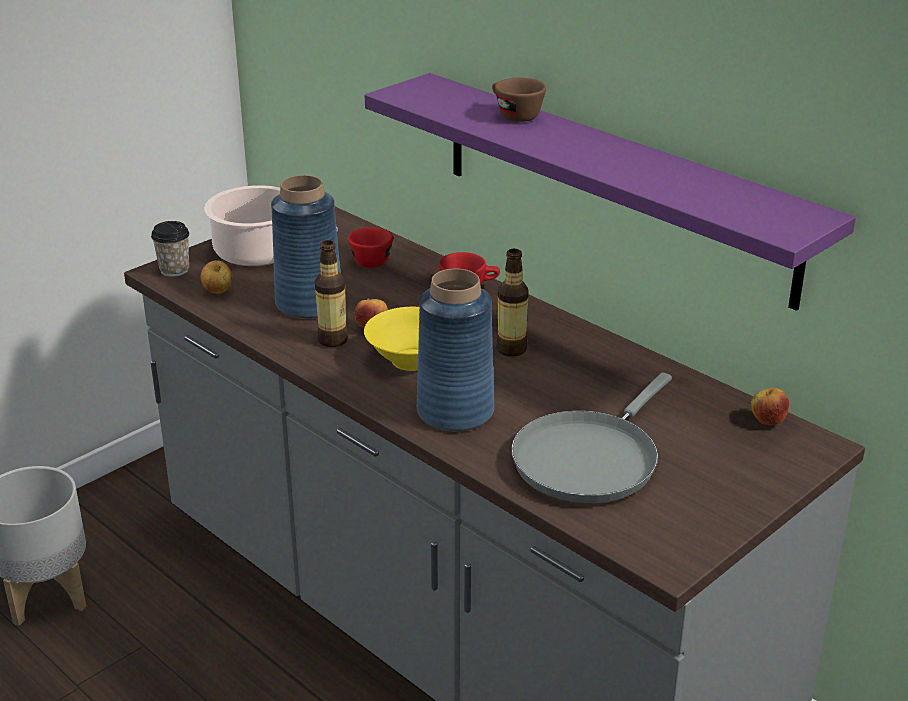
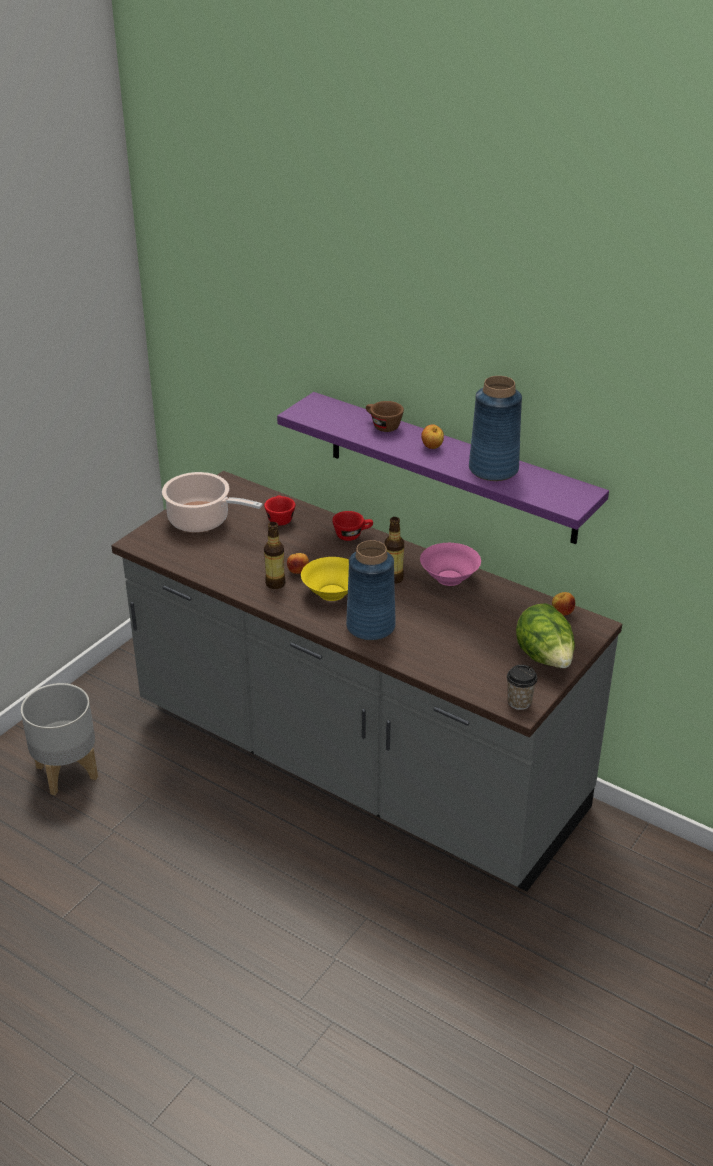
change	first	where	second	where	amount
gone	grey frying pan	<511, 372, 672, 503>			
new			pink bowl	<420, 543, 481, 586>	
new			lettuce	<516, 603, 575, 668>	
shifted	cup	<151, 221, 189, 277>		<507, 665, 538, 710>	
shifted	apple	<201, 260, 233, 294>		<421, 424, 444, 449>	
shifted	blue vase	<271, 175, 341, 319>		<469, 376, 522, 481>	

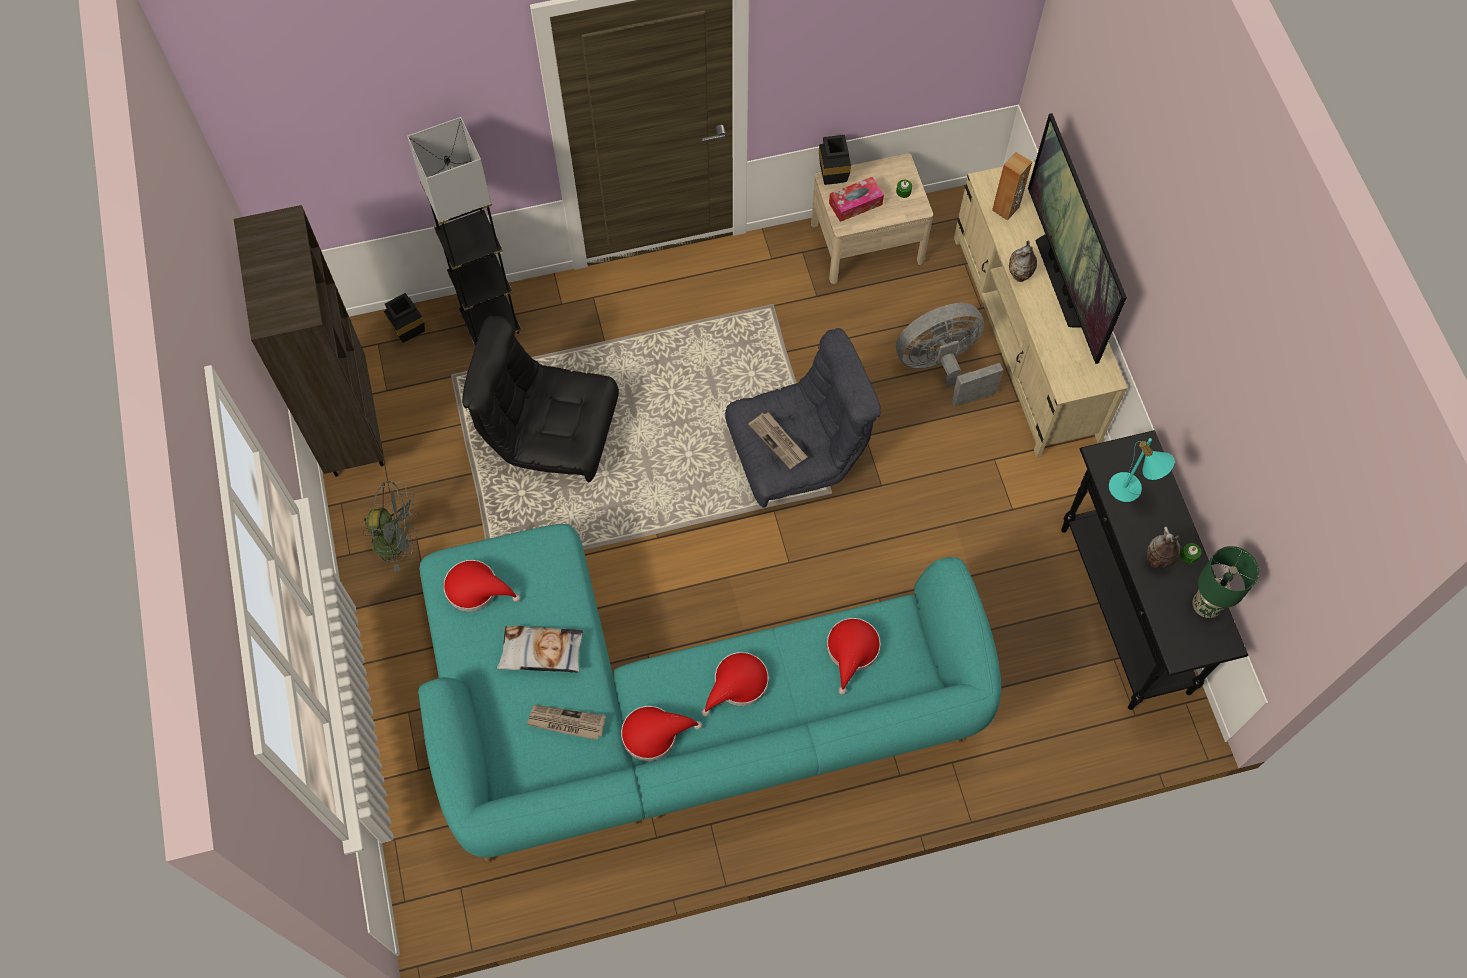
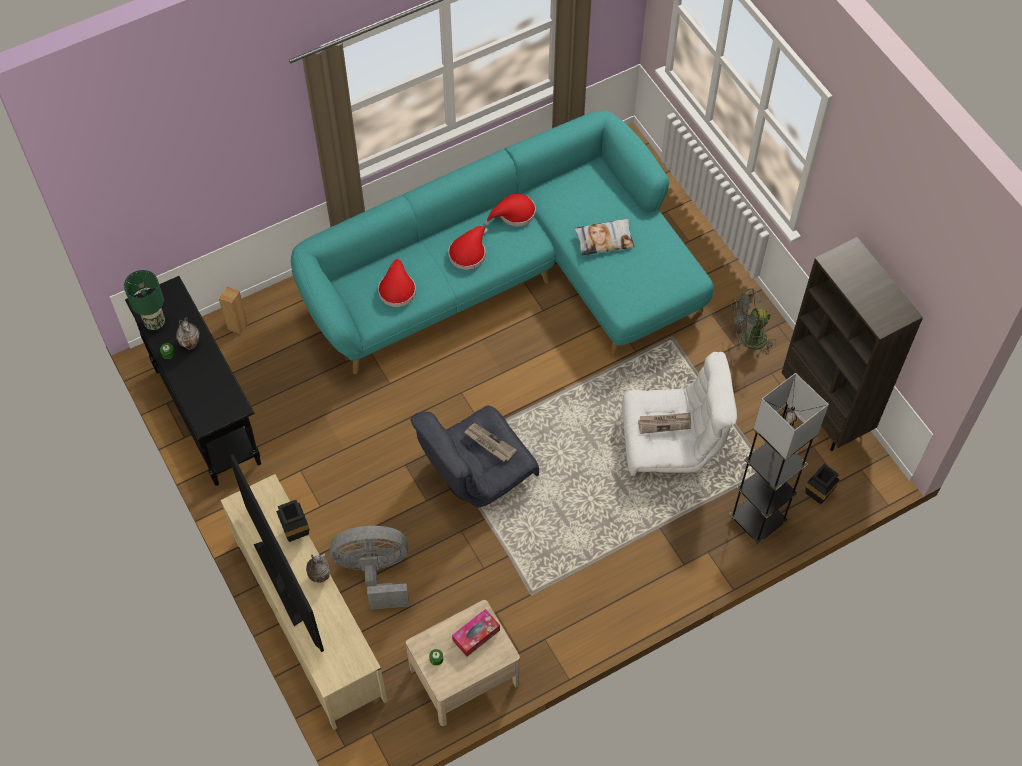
change	first	where	second	where	amount
gone	red hat	<443, 560, 521, 612>			
gone	turquoise table lamp	<1109, 438, 1175, 502>			
shifted	newspaper	<527, 705, 606, 740>		<638, 412, 691, 434>	
shifted	black vase	<819, 135, 851, 185>		<276, 500, 309, 542>	
shifted	brown speaker	<992, 152, 1032, 221>		<219, 287, 248, 334>	
repainted	black armchair	<462, 316, 619, 482>	white armchair	<622, 352, 737, 476>	
rotated	grey fan	<896, 303, 1003, 407>		<330, 526, 409, 610>	150 degrees counterclockwise

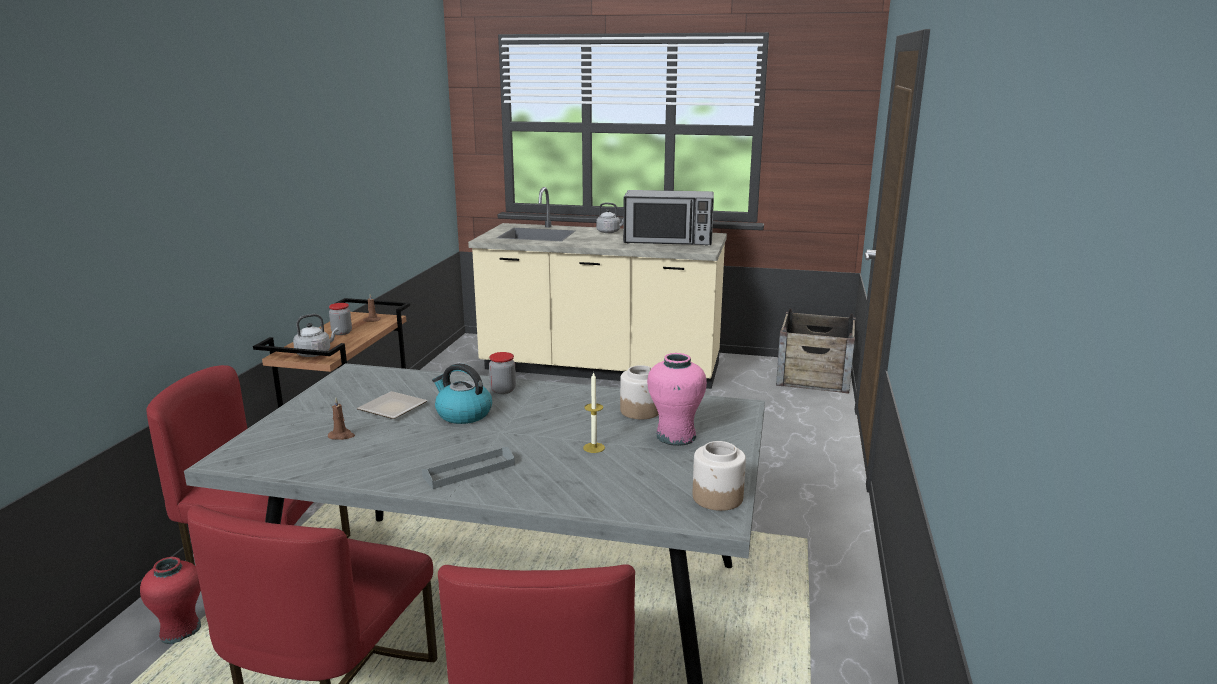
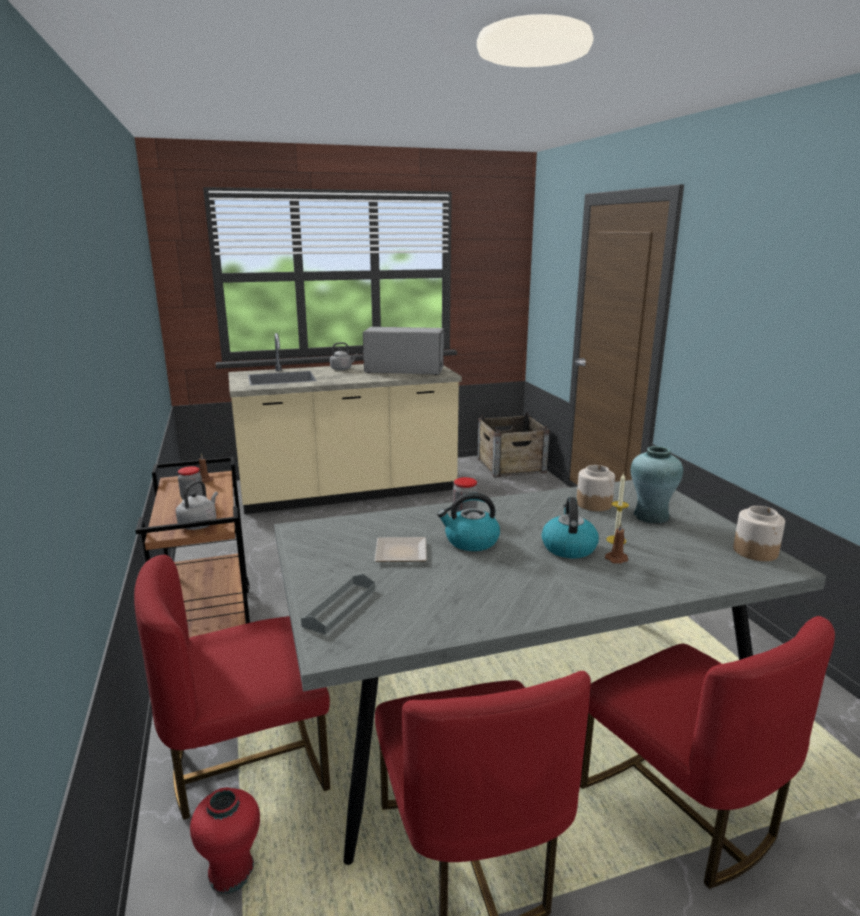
change	first	where	second	where	amount
new			kettle	<542, 497, 599, 558>	
shifted	brown candle	<328, 398, 355, 440>		<605, 523, 628, 564>	
shifted	grey tray	<422, 447, 515, 489>		<301, 574, 375, 635>	
repainted	pink vase	<647, 353, 707, 446>	turquoise vase	<631, 446, 683, 524>	
rotated	microwave	<623, 190, 714, 245>		<363, 327, 444, 375>	150 degrees counterclockwise

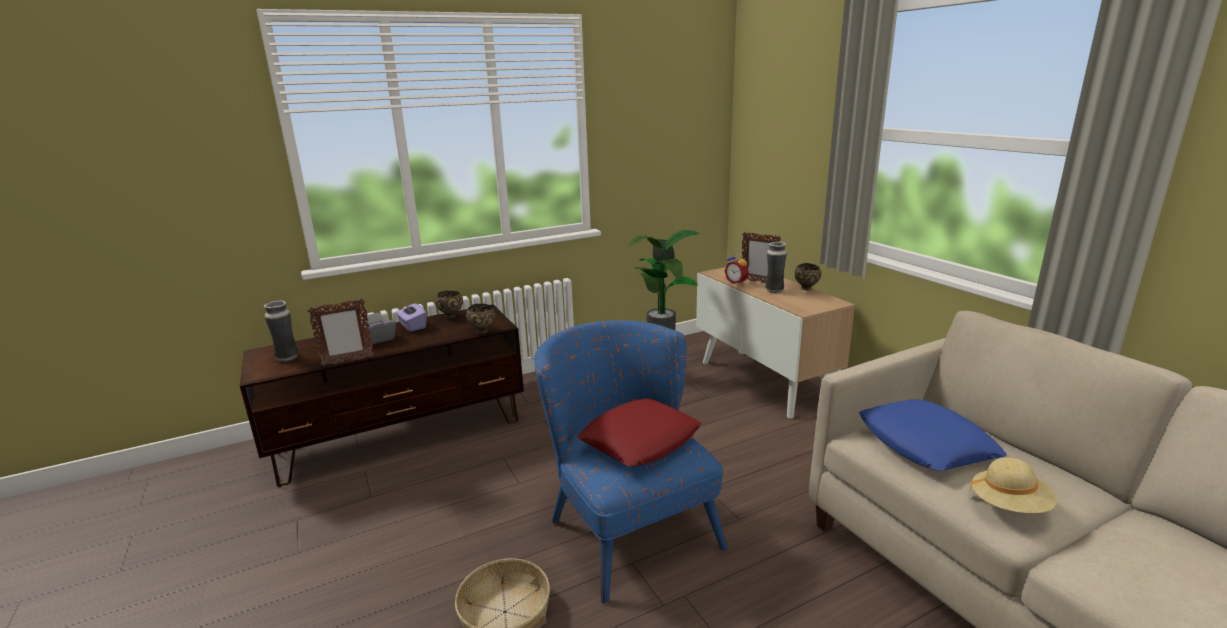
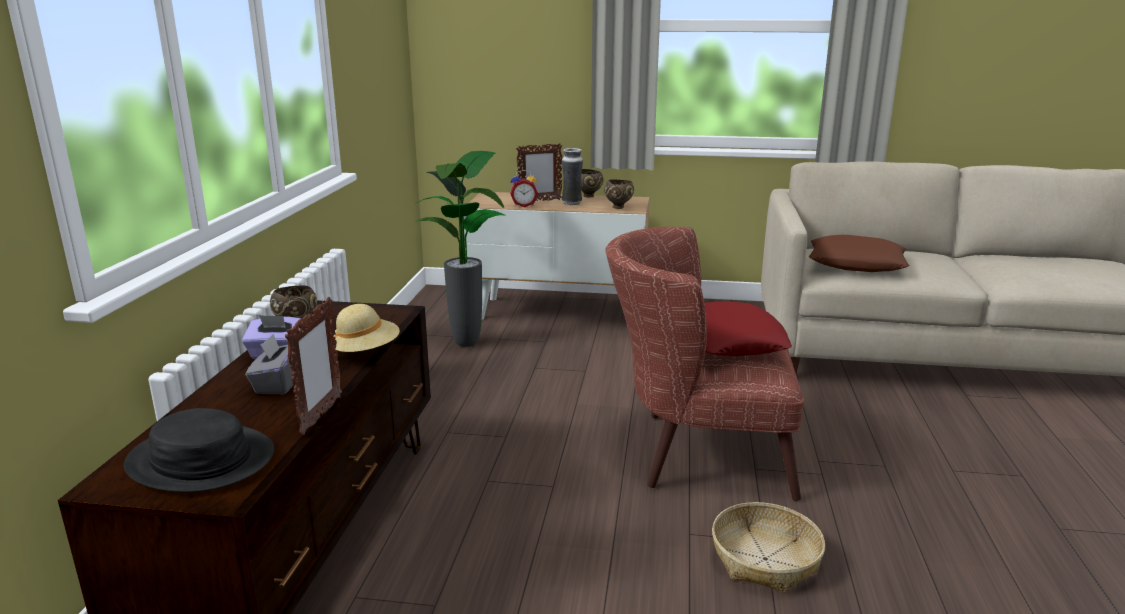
change	first	where	second	where	amount
shifted	brown bowl	<466, 304, 495, 334>		<604, 179, 634, 209>	
shifted	beige hat	<968, 458, 1057, 513>		<334, 304, 400, 352>	
swapped	vase	<264, 301, 299, 362>	black hat	<124, 408, 274, 493>	
repainted	blue armchair	<534, 320, 728, 603>	brown armchair	<605, 227, 804, 501>	
repainted	blue pillow	<859, 400, 1007, 471>	brown pillow	<809, 235, 910, 272>	

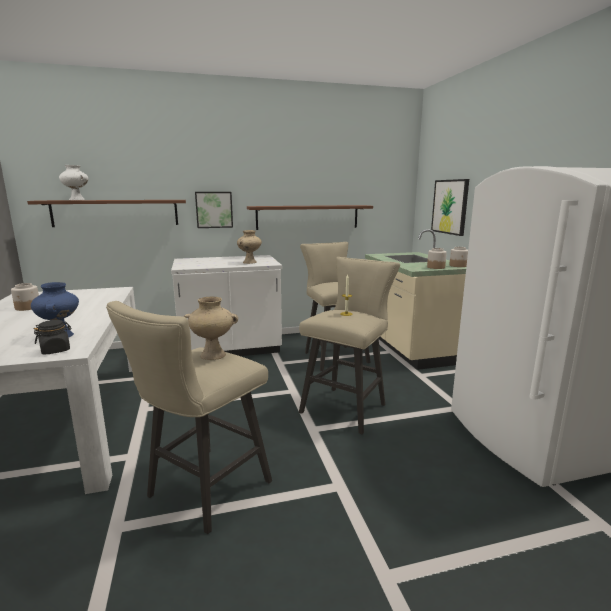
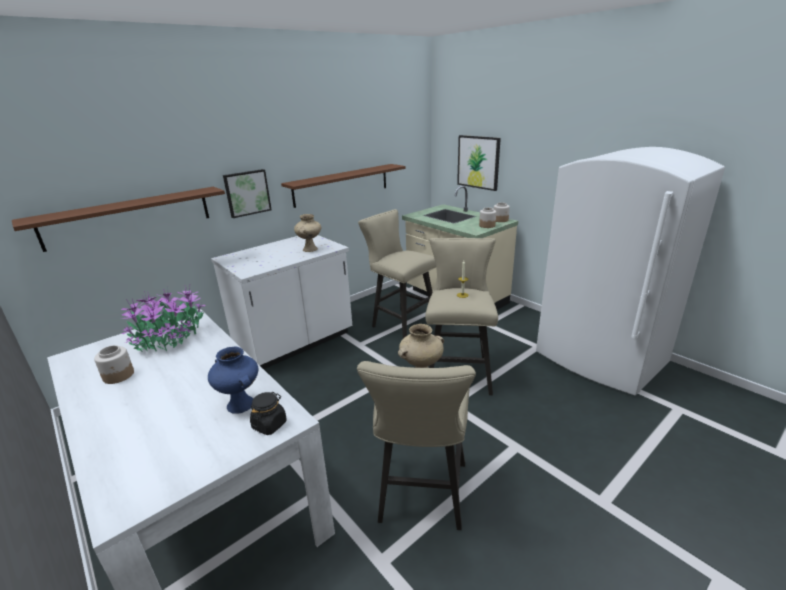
change	first	where	second	where	amount
gone	white vase	<59, 165, 89, 200>			
new			potted plant	<121, 286, 206, 352>	

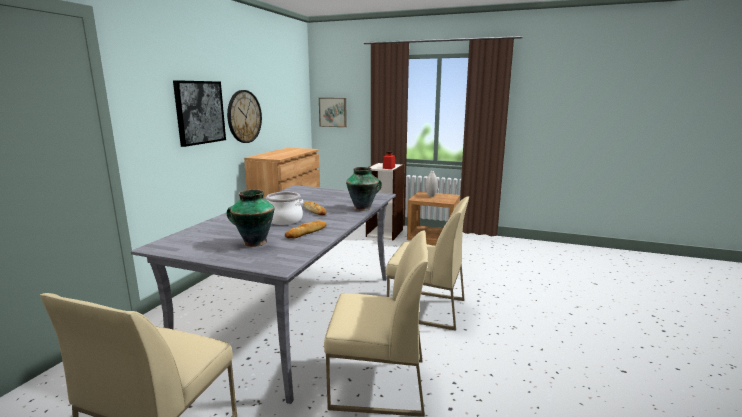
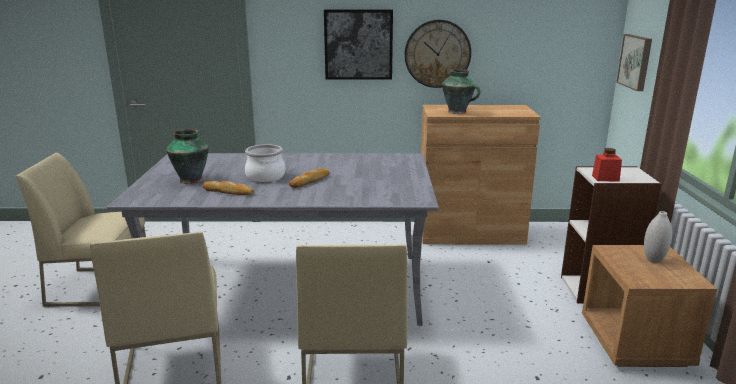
change	first	where	second	where	amount
shifted	vase	<346, 167, 382, 211>		<442, 69, 481, 114>	

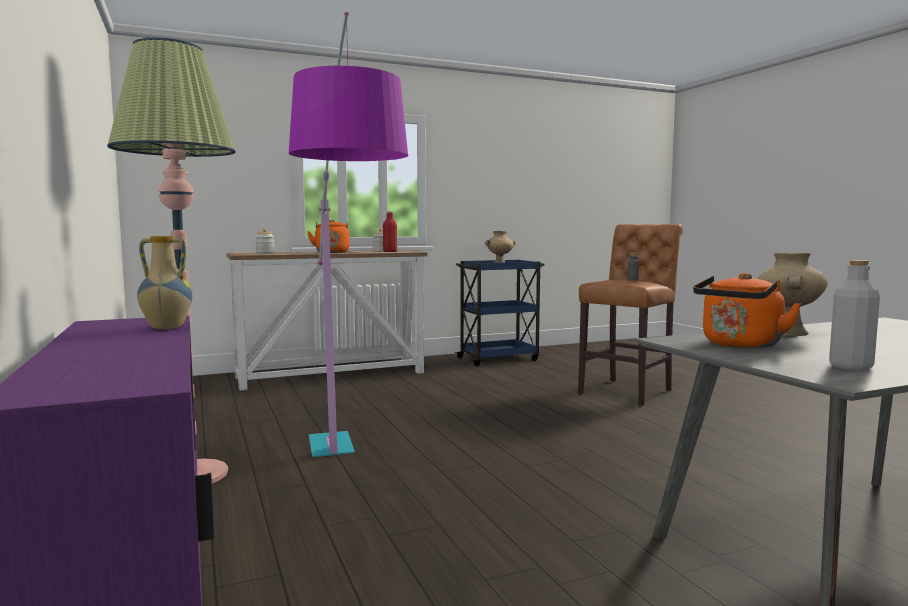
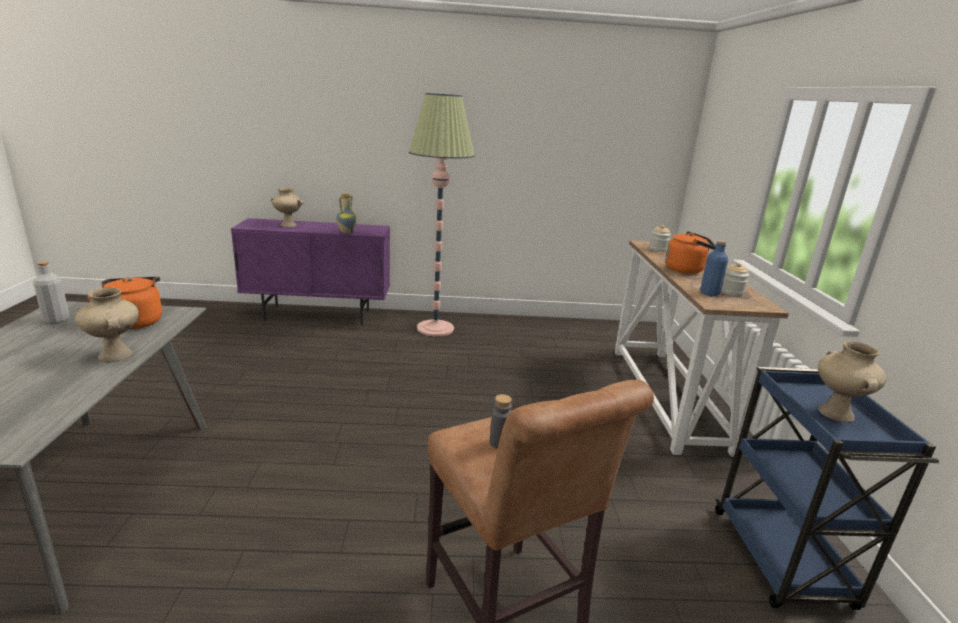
change	first	where	second	where	amount
gone	floor lamp	<289, 12, 408, 457>			
new			beige vase	<271, 188, 304, 227>	
repainted	red bottle	<383, 212, 397, 252>	blue bottle	<700, 240, 728, 296>	

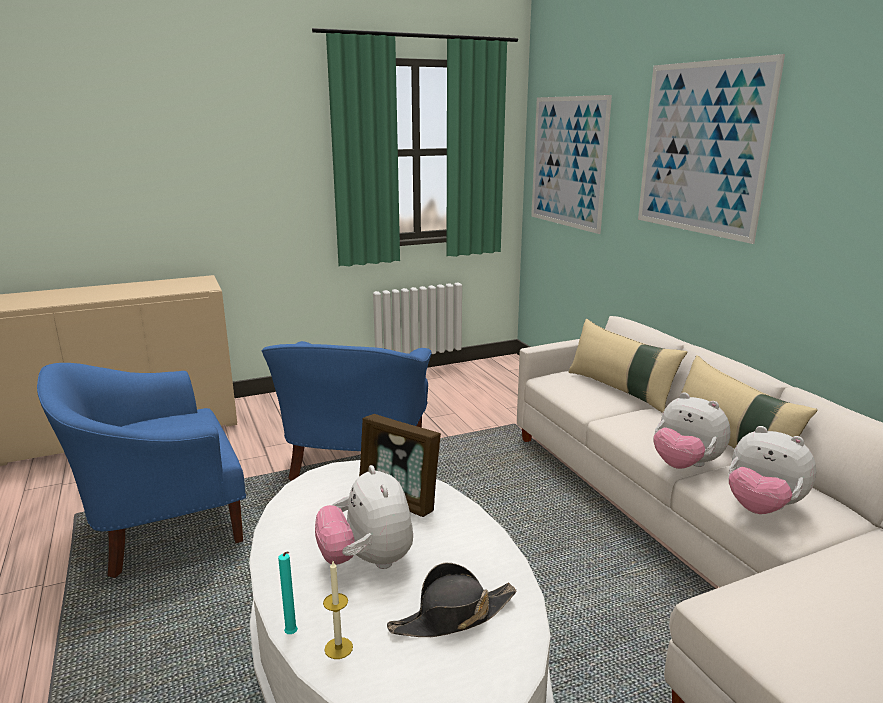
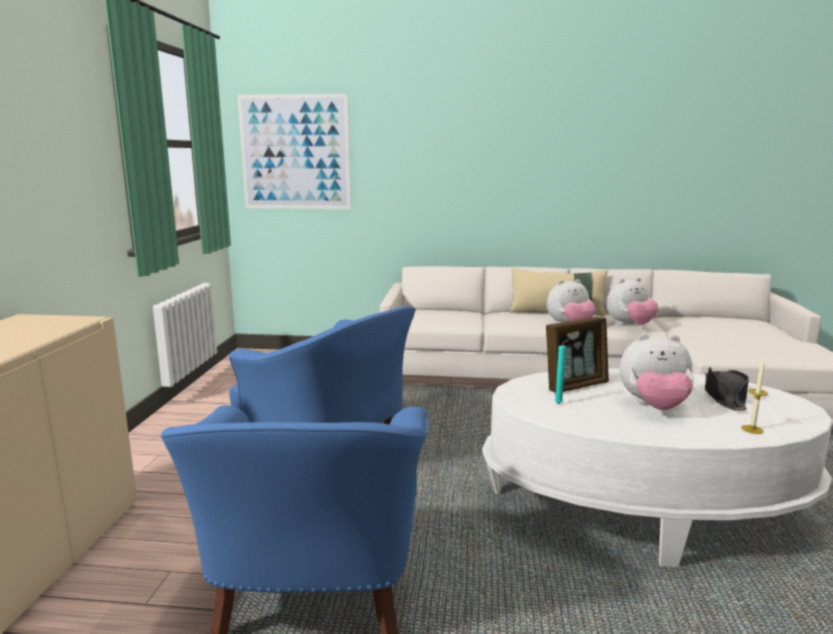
change	first	where	second	where	amount
gone	beige pillow	<569, 319, 687, 413>			
gone	picture	<638, 54, 785, 244>			
shifted	turquoise candle	<278, 551, 298, 634>		<555, 339, 569, 404>	

